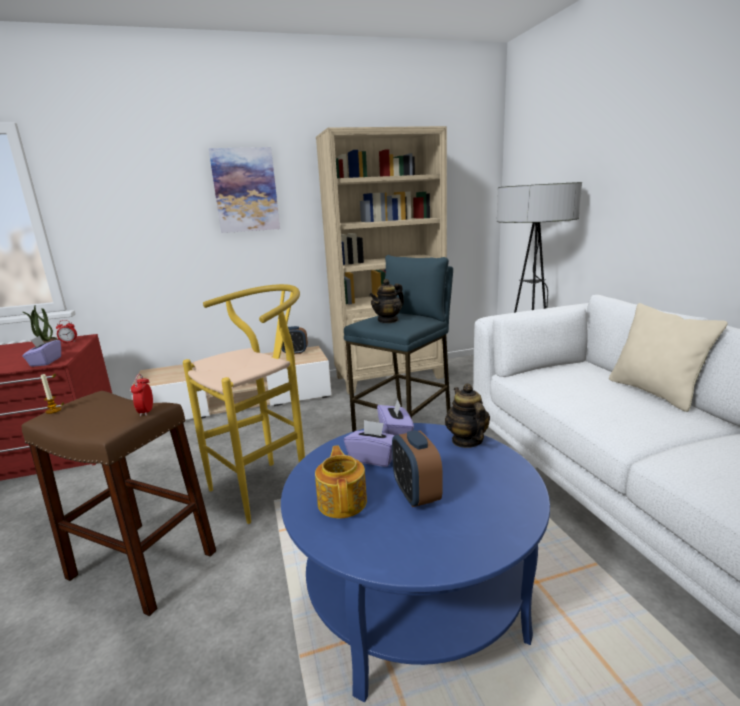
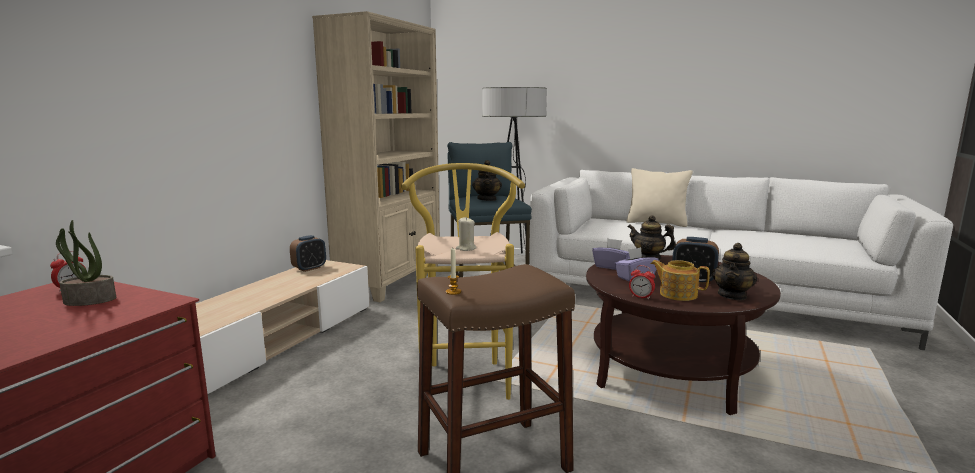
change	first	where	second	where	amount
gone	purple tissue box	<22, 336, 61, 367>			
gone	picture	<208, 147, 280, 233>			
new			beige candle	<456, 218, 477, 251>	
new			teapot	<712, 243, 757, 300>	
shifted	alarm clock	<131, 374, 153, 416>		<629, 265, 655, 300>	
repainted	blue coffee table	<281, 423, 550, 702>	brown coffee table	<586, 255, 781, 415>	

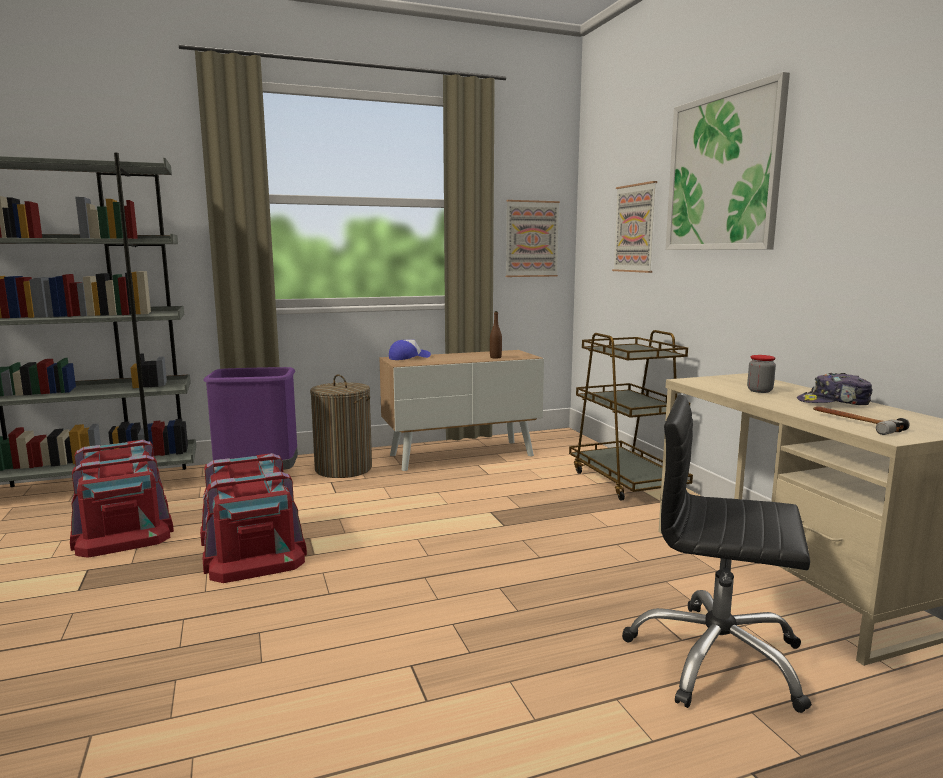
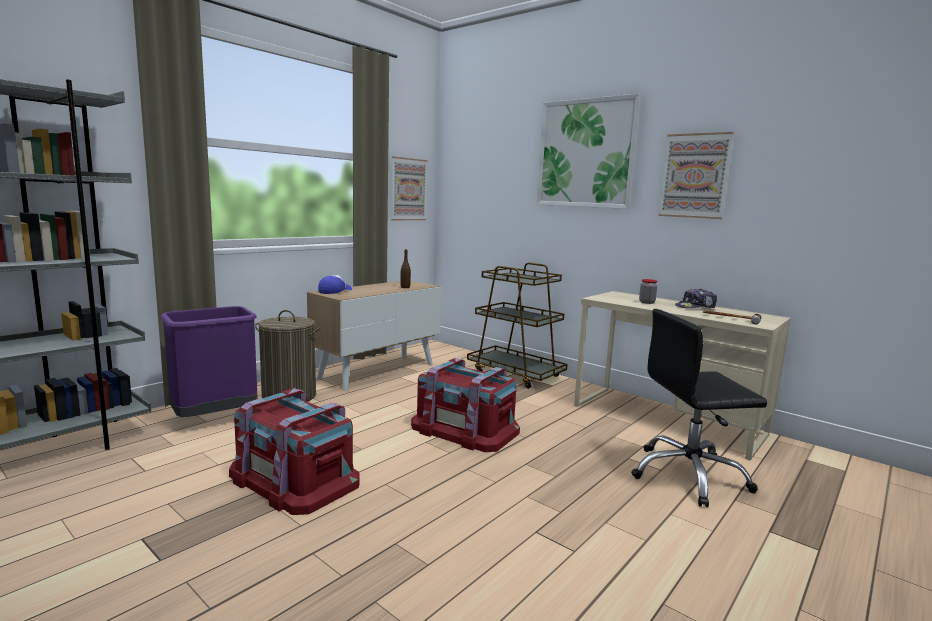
change	first	where	second	where	amount
shifted	red storage box	<70, 440, 174, 558>		<411, 358, 520, 452>	
shifted	picture	<612, 181, 657, 273>		<658, 132, 734, 219>	

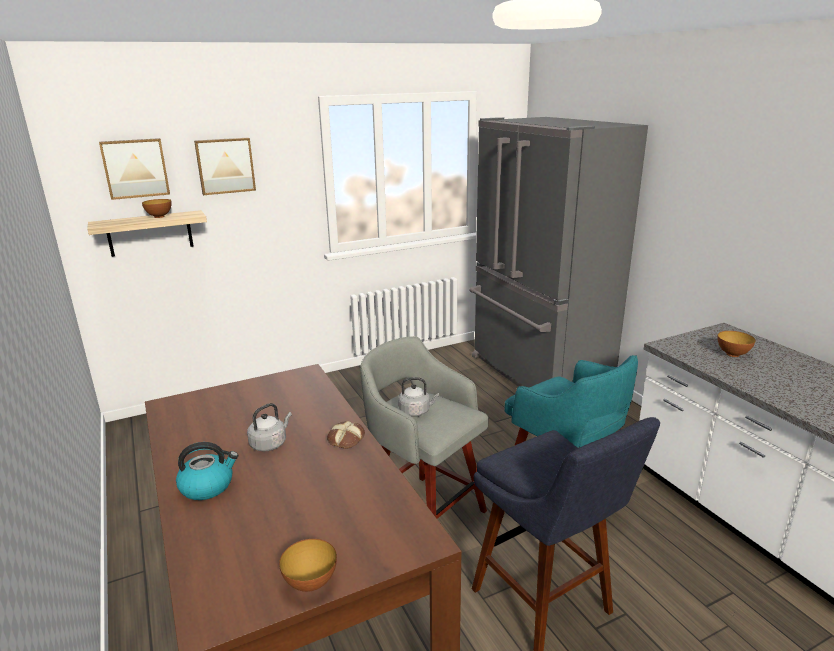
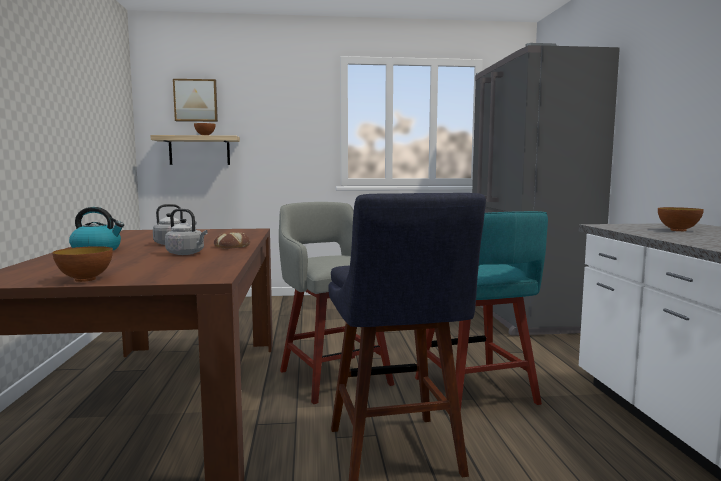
change	first	where	second	where	amount
gone	picture	<194, 138, 256, 195>			
shifted	grey kettle	<398, 377, 439, 417>		<165, 208, 208, 255>	

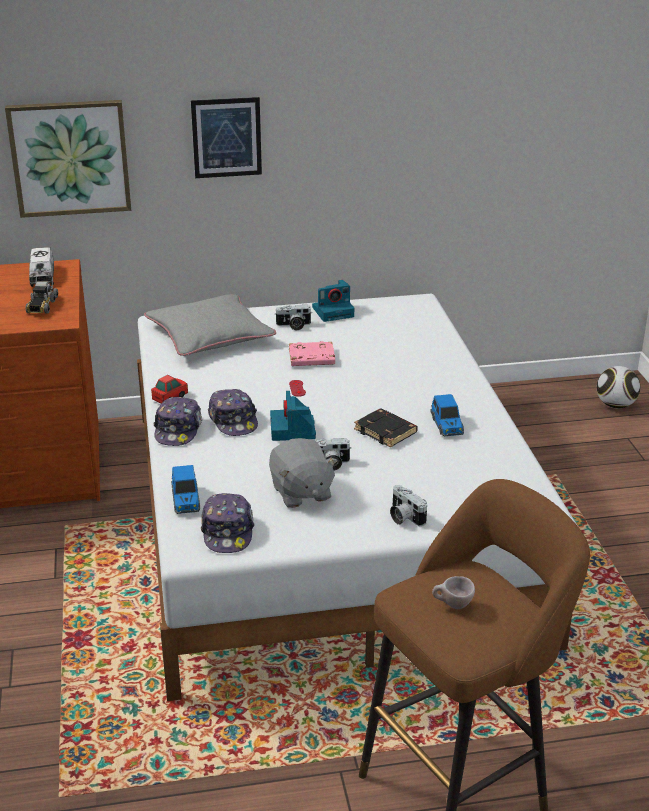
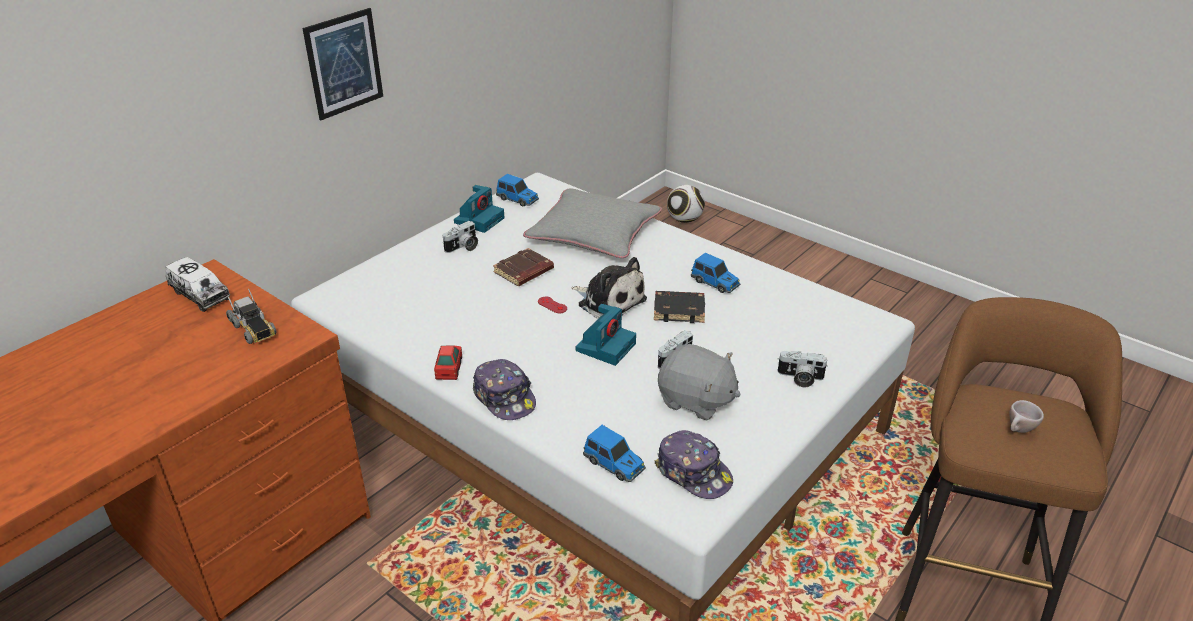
change	first	where	second	where	amount
gone	picture	<5, 100, 131, 218>			
gone	cap	<208, 389, 258, 436>			
new			toy car	<496, 174, 539, 207>	
new			plush toy	<571, 257, 647, 319>	
shifted	grey pillow	<144, 294, 276, 356>		<523, 189, 662, 258>	
repainted	pink book	<289, 341, 335, 366>	brown book	<493, 248, 554, 286>	
rotated	photo camera	<270, 391, 316, 441>		<576, 304, 636, 366>	105 degrees counterclockwise

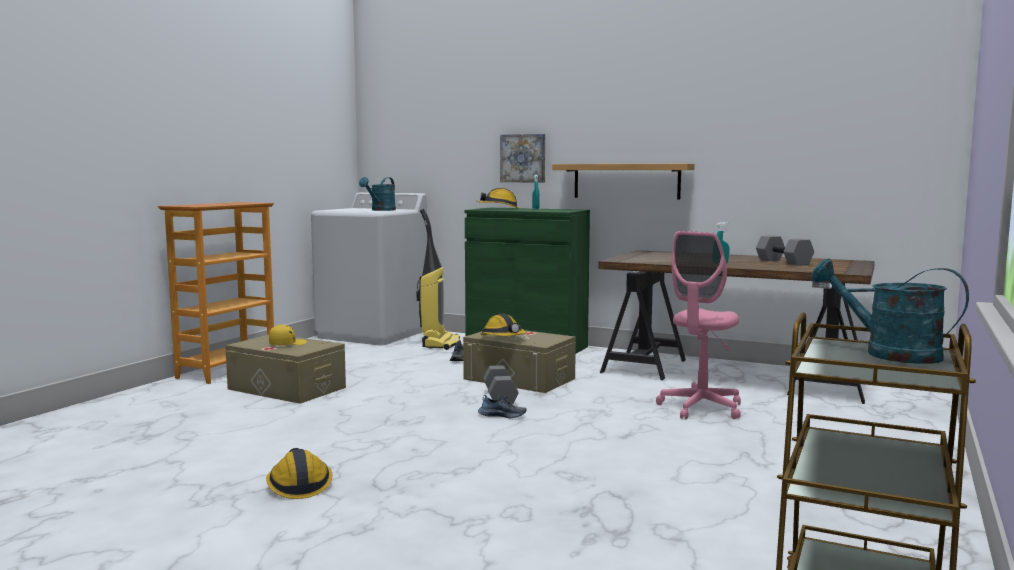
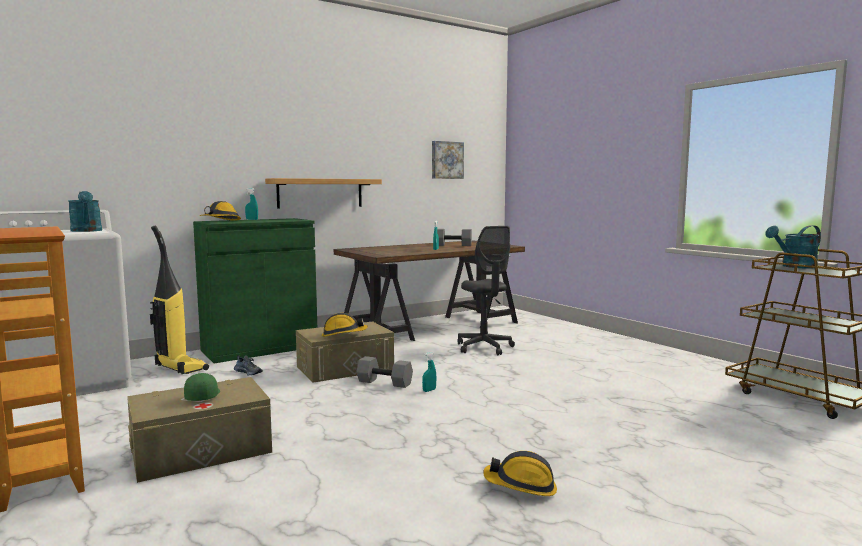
change	first	where	second	where	amount
shifted	picture	<500, 134, 545, 183>		<432, 141, 464, 179>	
swapped	shoe	<478, 394, 527, 419>	turquoise spray bottle	<422, 352, 436, 392>	
repainted	yellow cap	<269, 324, 307, 345>	green cap	<184, 373, 220, 401>	
repainted	pink office chair	<656, 231, 741, 420>	grey office chair	<457, 226, 515, 355>	

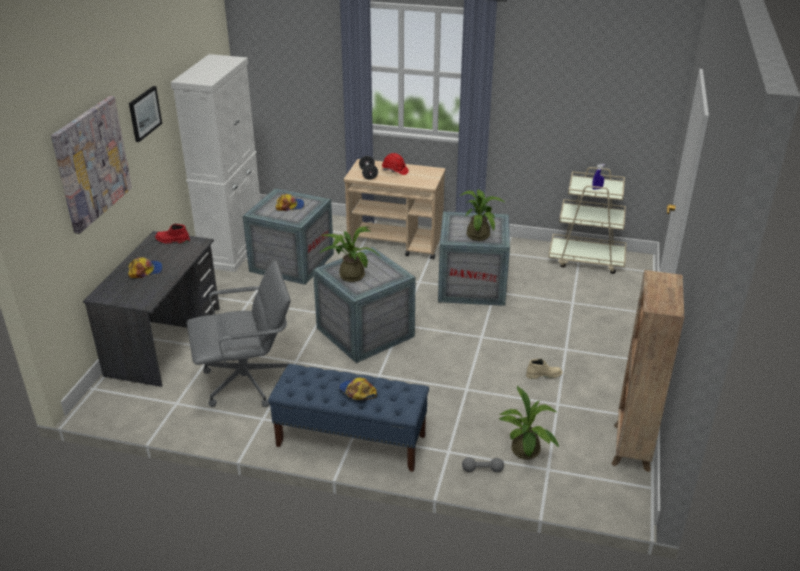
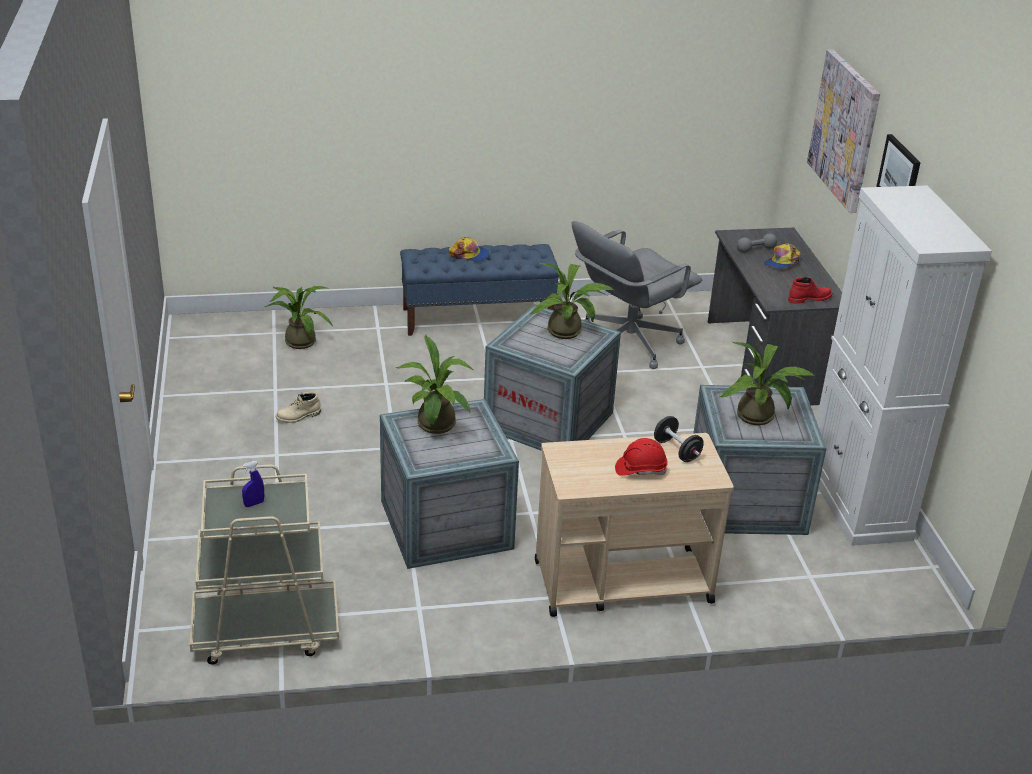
change	first	where	second	where	amount
gone	brown bookcase	<611, 270, 684, 472>			
shifted	grey dumbbell	<462, 457, 504, 473>		<737, 234, 777, 253>	
swapped	cap	<276, 194, 305, 211>	potted plant	<719, 342, 815, 425>	

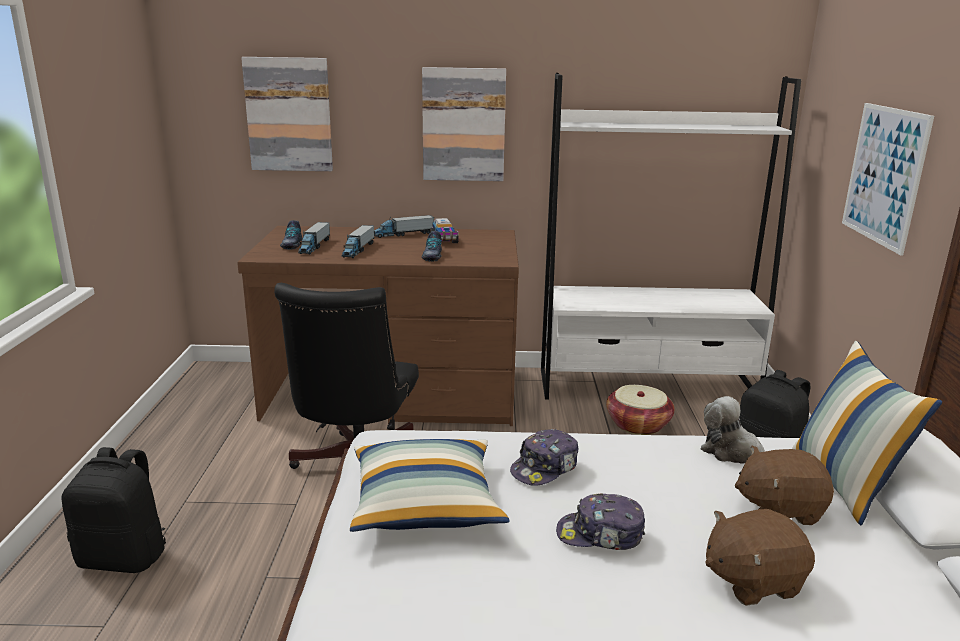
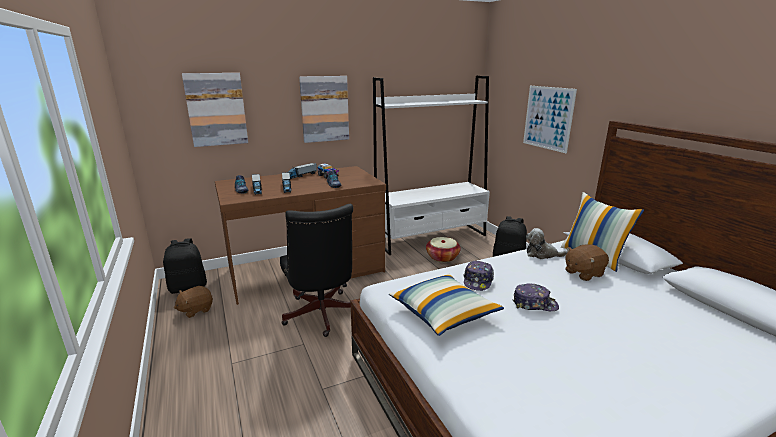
change	first	where	second	where	amount
shifted	black backpack	<62, 447, 166, 573>		<163, 238, 207, 294>	
shifted	brown plush toy	<705, 509, 815, 606>		<174, 286, 213, 318>	
rotated	cap	<556, 493, 645, 550>		<513, 284, 559, 311>	150 degrees counterclockwise

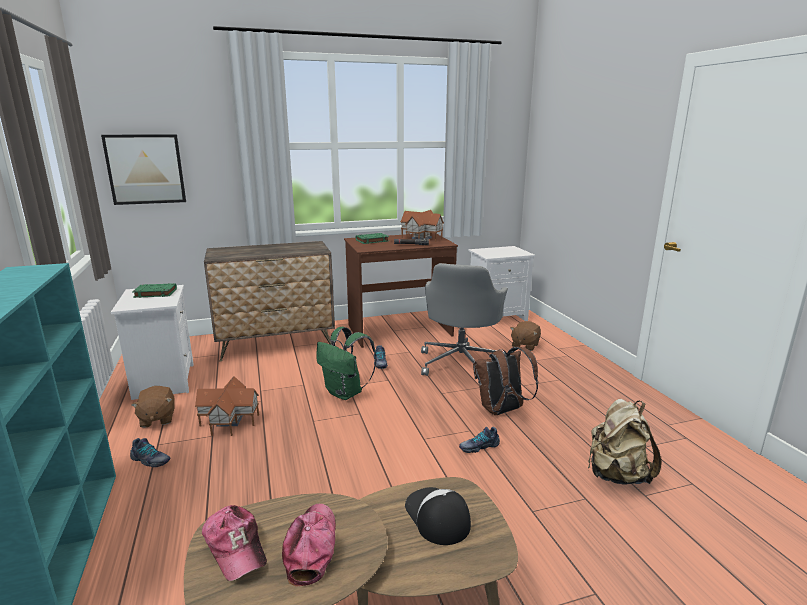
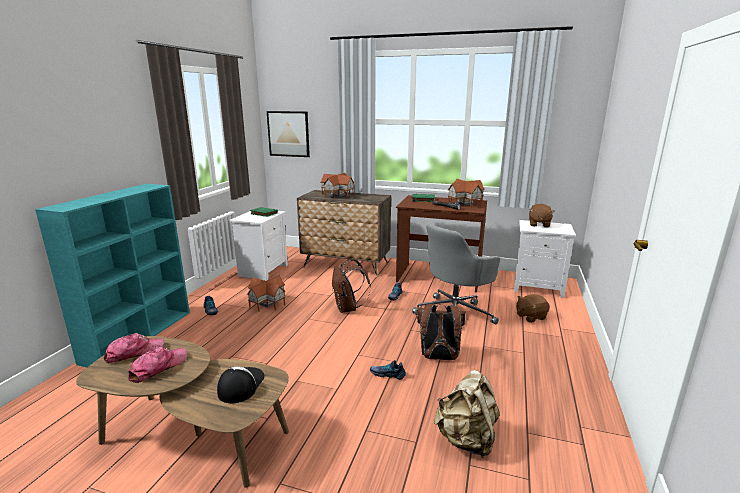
change	first	where	second	where	amount
new			toy house	<321, 173, 354, 199>	
shifted	brown plush toy	<131, 386, 175, 428>		<529, 204, 555, 227>	
repainted	green backpack	<316, 327, 377, 400>	brown backpack	<332, 259, 371, 313>	
rotated	cap	<202, 505, 267, 581>		<104, 333, 164, 363>	120 degrees counterclockwise

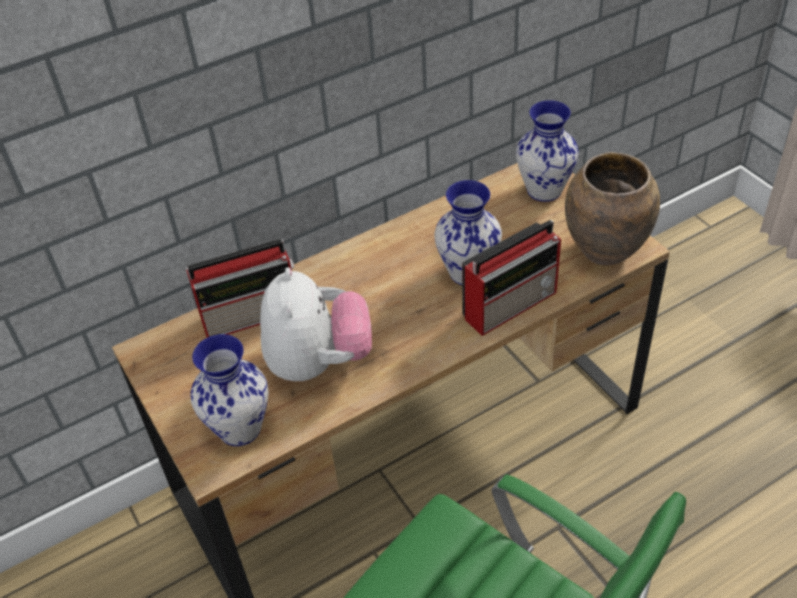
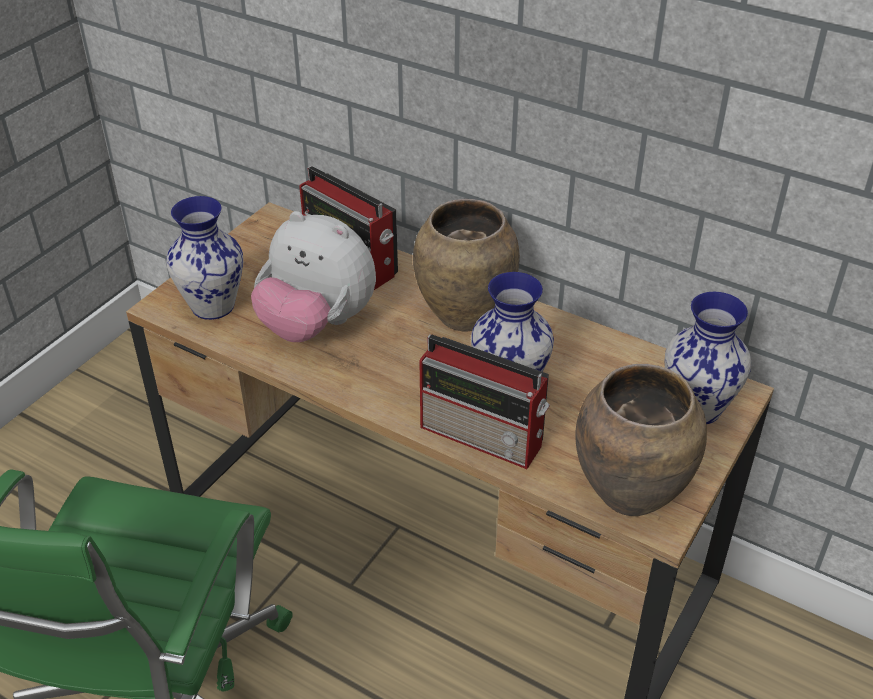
change	first	where	second	where	amount
new			brown vase	<413, 199, 520, 331>	
rotated	plush toy	<260, 267, 372, 381>		<251, 211, 376, 342>	60 degrees clockwise

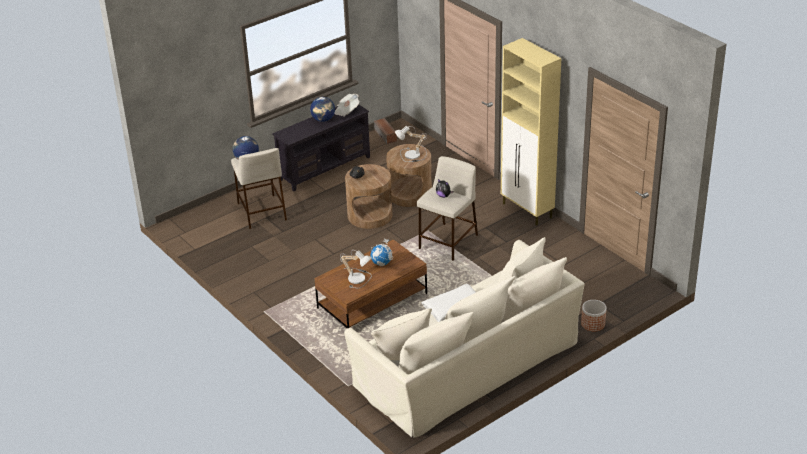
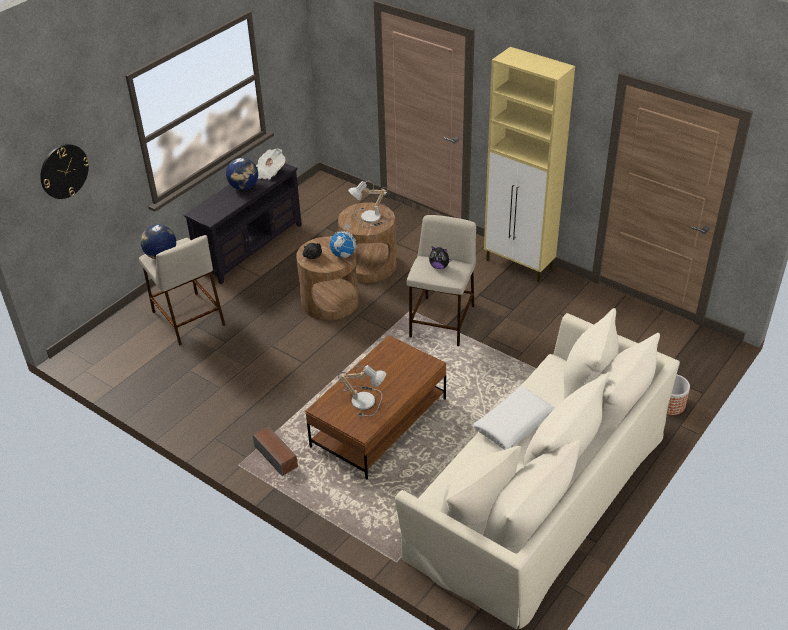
change	first	where	second	where	amount
new			wall clock	<40, 144, 89, 199>	
shifted	globe	<371, 239, 393, 266>		<330, 224, 357, 258>	
shifted	speaker	<374, 118, 397, 144>		<253, 427, 298, 476>	

